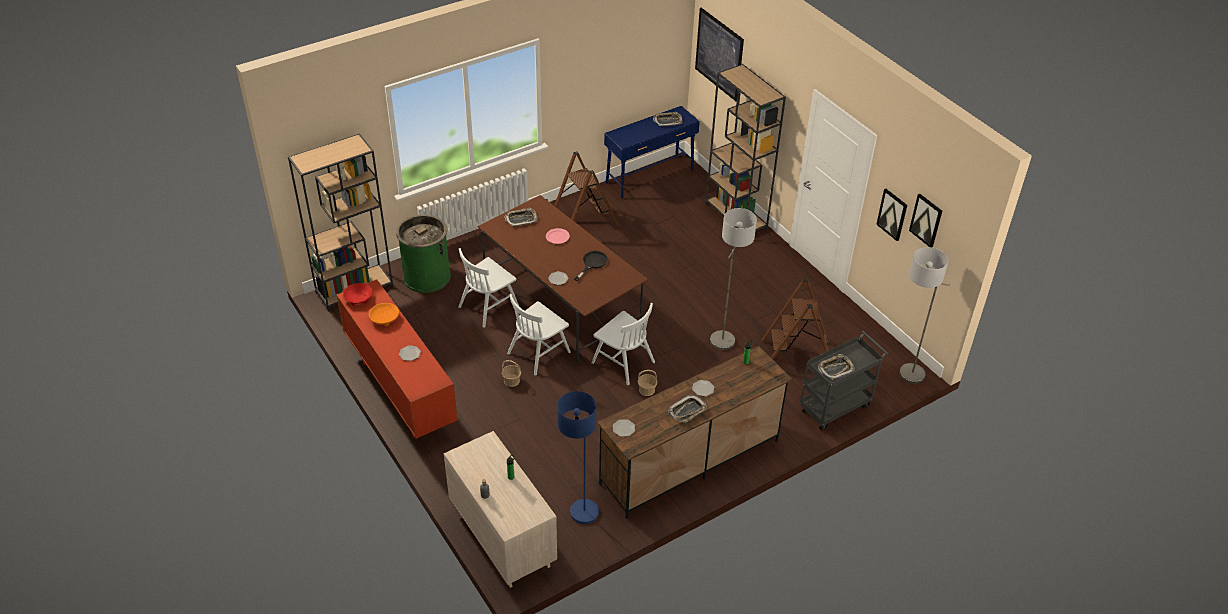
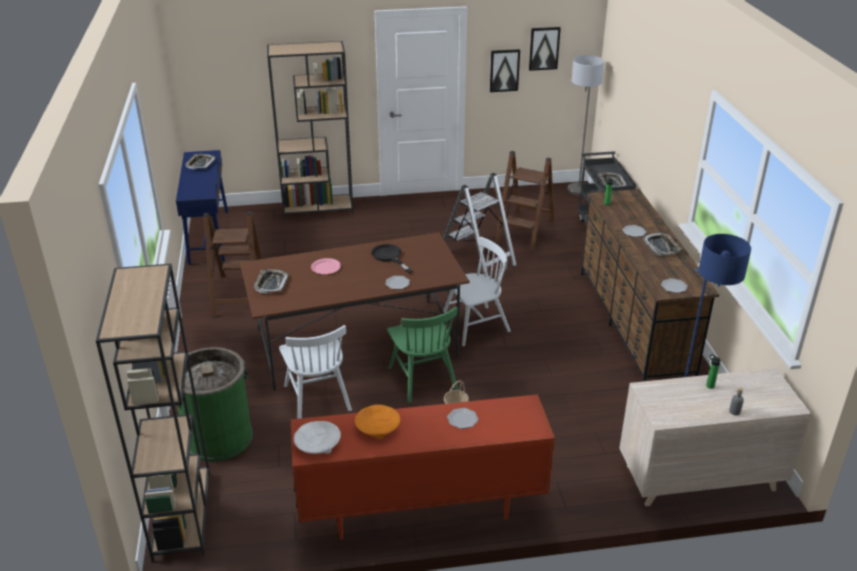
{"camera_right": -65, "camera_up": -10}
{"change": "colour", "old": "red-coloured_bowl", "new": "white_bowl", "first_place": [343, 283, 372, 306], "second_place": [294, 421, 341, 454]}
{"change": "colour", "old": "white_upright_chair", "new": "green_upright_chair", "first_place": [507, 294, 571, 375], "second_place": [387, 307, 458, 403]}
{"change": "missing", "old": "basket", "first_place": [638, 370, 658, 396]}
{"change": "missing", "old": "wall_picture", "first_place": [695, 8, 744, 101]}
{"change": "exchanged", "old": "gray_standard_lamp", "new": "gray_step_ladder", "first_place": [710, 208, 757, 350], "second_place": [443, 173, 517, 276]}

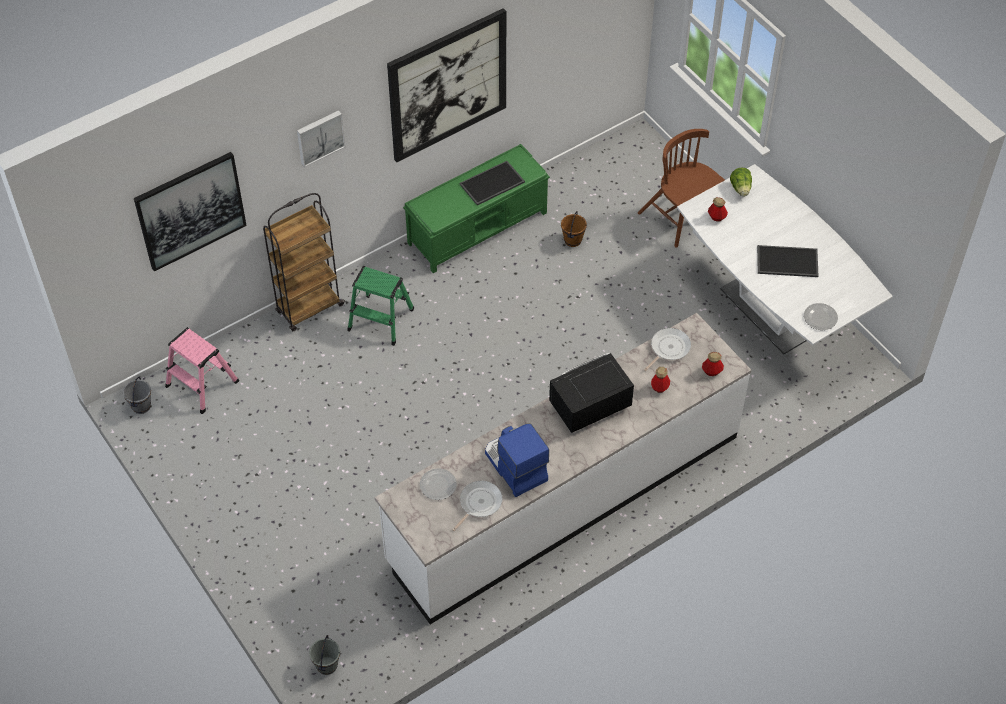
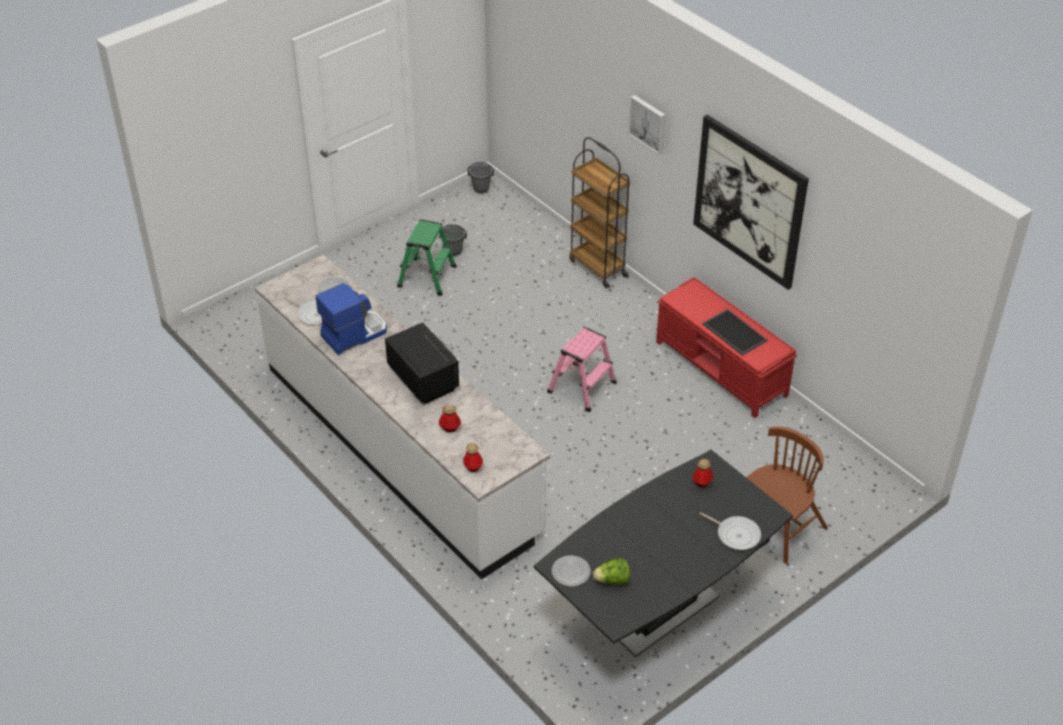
{"camera_right": 85, "camera_up": -10}
{"change": "missing", "old": "wall_picture", "first_place": [134, 152, 247, 272]}
{"change": "relocated", "old": "pink_step_ladder", "first_place": [165, 327, 239, 414], "second_place": [547, 326, 617, 412]}
{"change": "relocated", "old": "gray_bucket", "first_place": [309, 635, 340, 675], "second_place": [439, 225, 467, 257]}
{"change": "relocated", "old": "green_step_ladder", "first_place": [347, 266, 414, 346], "second_place": [397, 219, 457, 296]}
{"change": "colour", "old": "green_indoor_bench", "new": "red-coloured_indoor_bench", "first_place": [403, 144, 550, 273], "second_place": [656, 277, 797, 418]}
{"change": "missing", "old": "brown-coloured_bucket", "first_place": [561, 211, 587, 247]}
{"change": "relocated", "old": "skillet", "first_place": [644, 328, 691, 371], "second_place": [700, 512, 761, 550]}
{"change": "colour", "old": "white_dining_table", "new": "black_dining_table", "first_place": [677, 164, 893, 354], "second_place": [534, 450, 793, 657]}
{"change": "relocated", "old": "lettuce", "first_place": [730, 168, 752, 197], "second_place": [593, 558, 630, 585]}
{"change": "missing", "old": "tray", "first_place": [757, 245, 819, 277]}

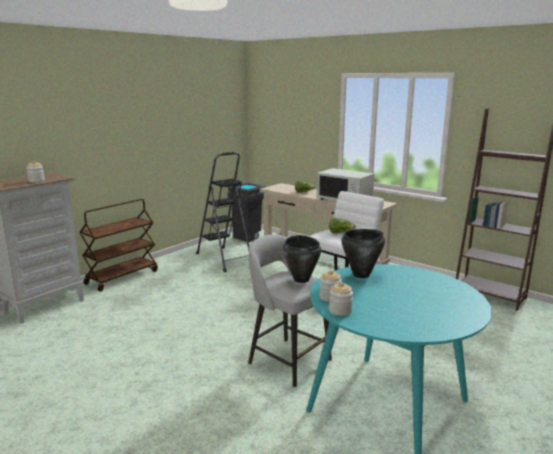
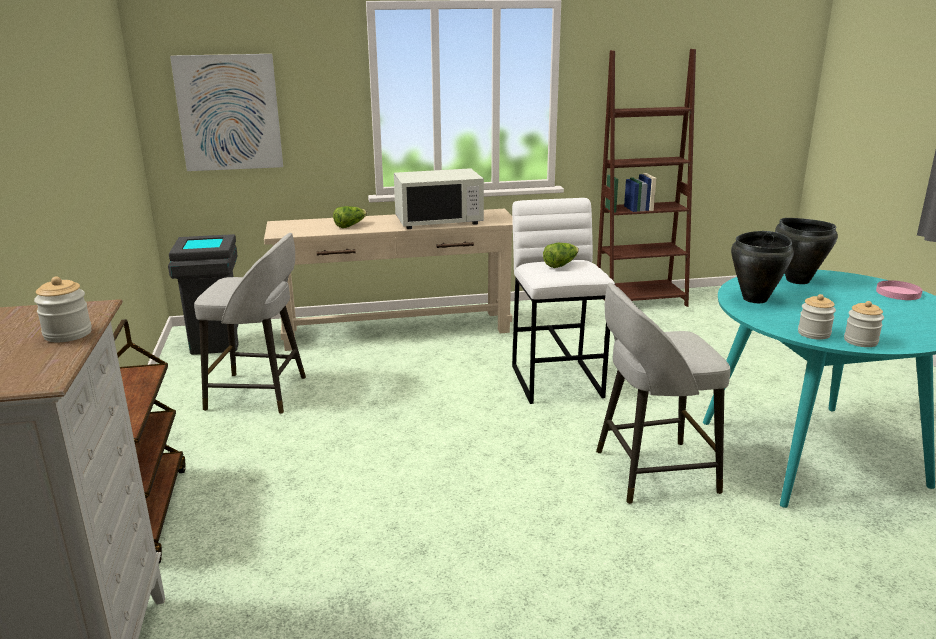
{"camera_right": -50, "camera_up": 5}
{"change": "exchanged", "old": "step_ladder", "new": "gray_sitting_stool", "first_place": [196, 152, 249, 272], "second_place": [194, 233, 306, 414]}
{"change": "relocated", "old": "black_cooking_pot", "first_place": [283, 235, 321, 283], "second_place": [775, 218, 838, 284]}
{"change": "appeared", "new": "wall_picture", "second_place": [170, 54, 283, 171]}
{"change": "appeared", "new": "pink_plate", "second_place": [876, 280, 923, 300]}

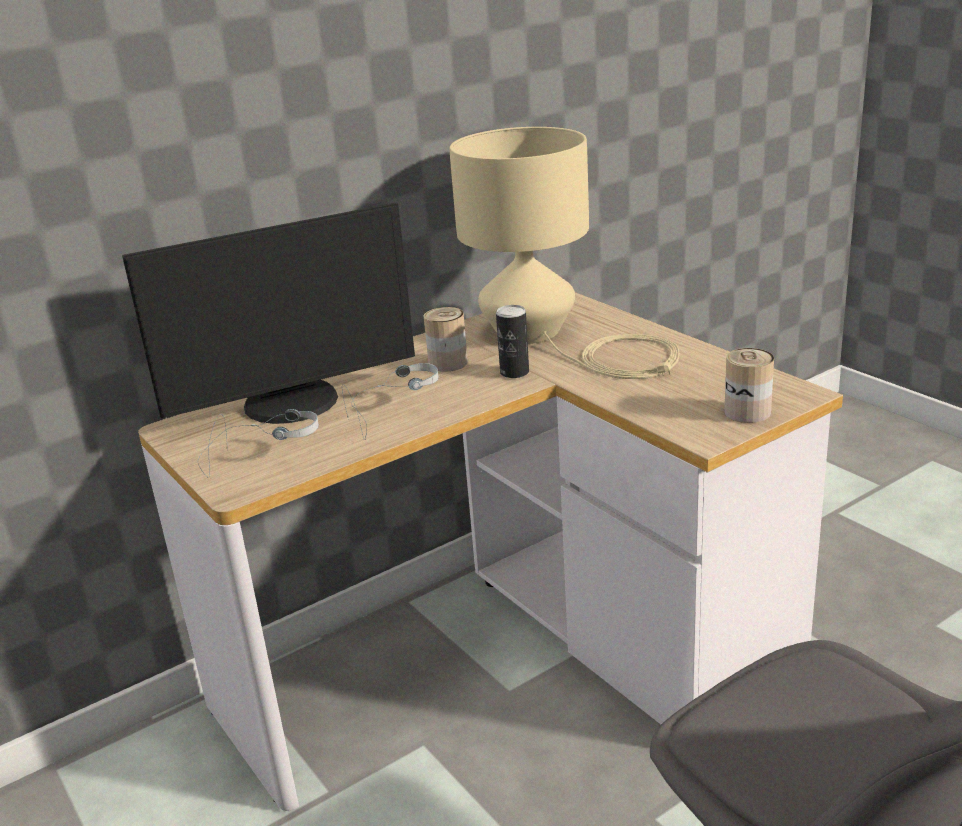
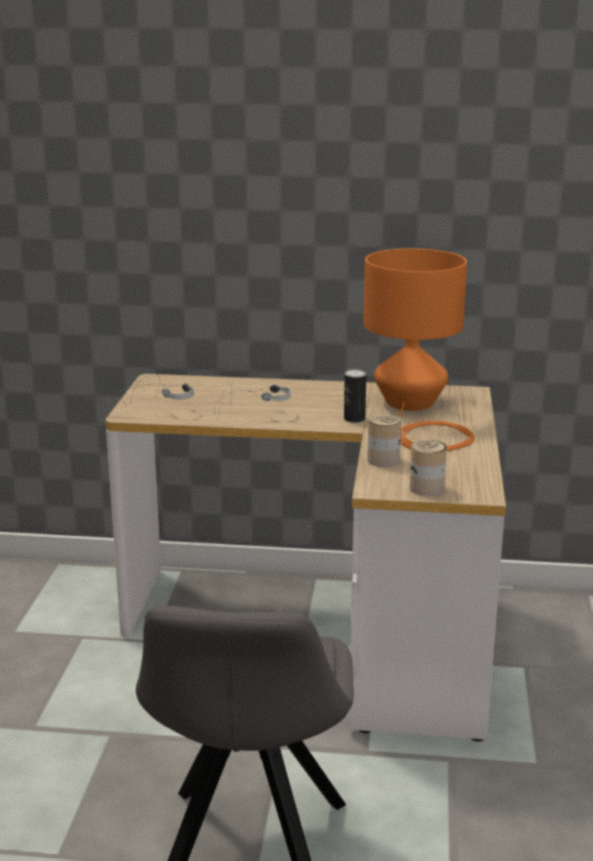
{"camera_right": 40, "camera_up": -5}
{"change": "missing", "old": "monitor", "first_place": [122, 203, 415, 424]}
{"change": "relocated", "old": "sealed_can", "first_place": [424, 307, 468, 372], "second_place": [367, 414, 401, 467]}
{"change": "colour", "old": "beige_tabletop_lamp", "new": "orangey_tabletop_lamp", "first_place": [449, 127, 679, 379], "second_place": [363, 248, 475, 451]}

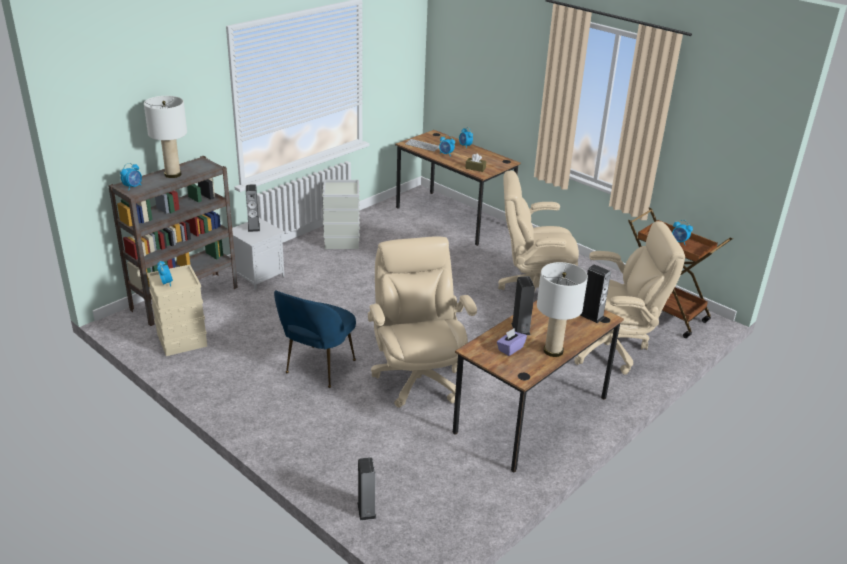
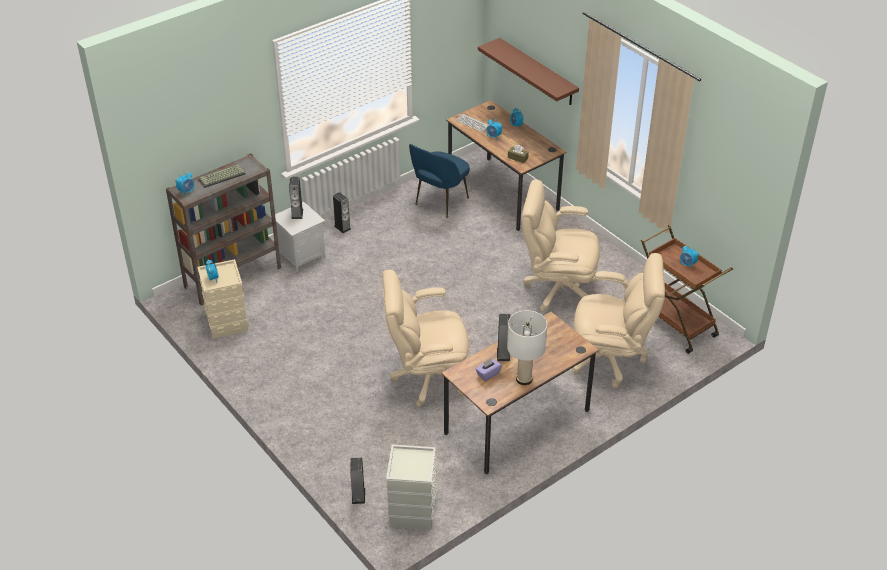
{"camera_right": 10, "camera_up": 10}
{"change": "exchanged", "old": "white_tabletop_lamp", "new": "keyboard", "first_place": [144, 96, 187, 178], "second_place": [198, 165, 246, 188]}
{"change": "relocated", "old": "blue-coloured_upright_chair", "first_place": [274, 290, 356, 388], "second_place": [409, 144, 470, 218]}
{"change": "relocated", "old": "gray_storage_box", "first_place": [322, 180, 360, 249], "second_place": [386, 444, 436, 530]}
{"change": "spun", "old": "beige_office_chair", "first_place": [368, 236, 477, 408], "second_place": [382, 270, 469, 407], "degrees": -90}
{"change": "relocated", "old": "loudspeaker", "first_place": [580, 264, 611, 323], "second_place": [333, 192, 351, 233]}
{"change": "appeared", "new": "brown-coloured_wall_shelf", "second_place": [478, 38, 579, 105]}

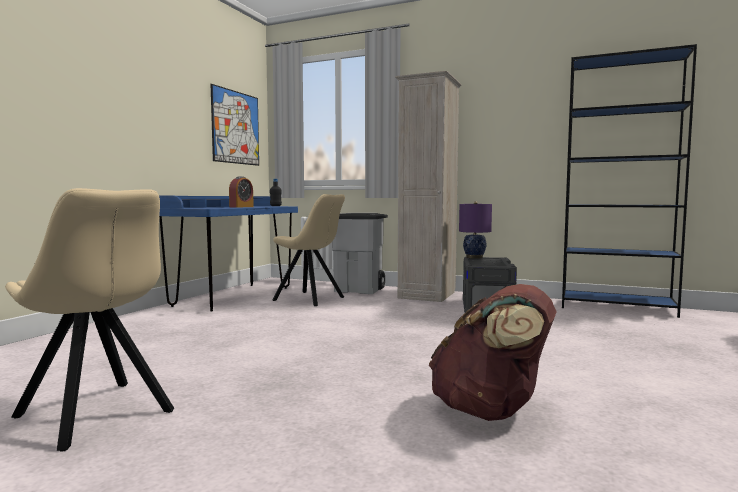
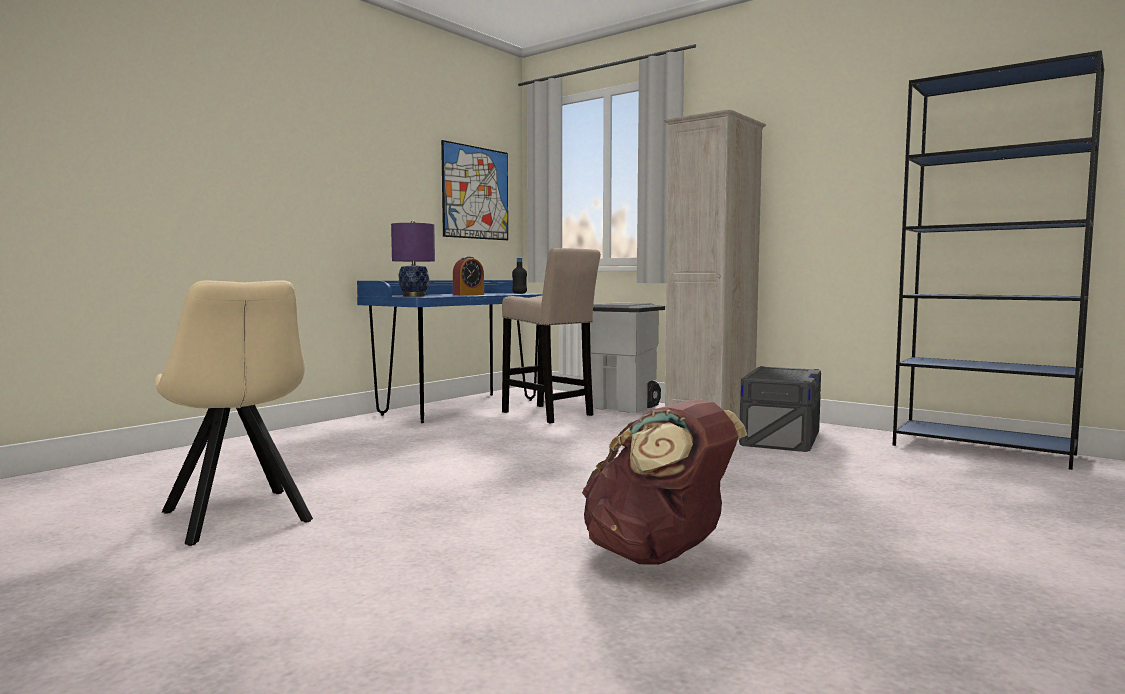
{"camera_right": 15, "camera_up": 0}
{"change": "exchanged", "old": "beige_upright_chair", "new": "beige_sitting_stool", "first_place": [272, 194, 345, 306], "second_place": [502, 248, 601, 424]}
{"change": "relocated", "old": "purple-coloured_tabletop_lamp", "first_place": [459, 201, 492, 259], "second_place": [391, 221, 435, 297]}

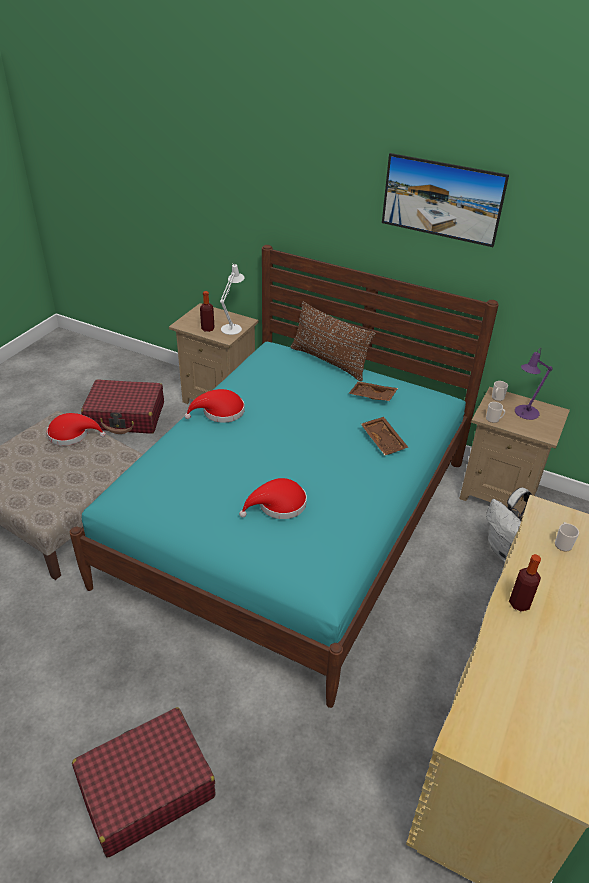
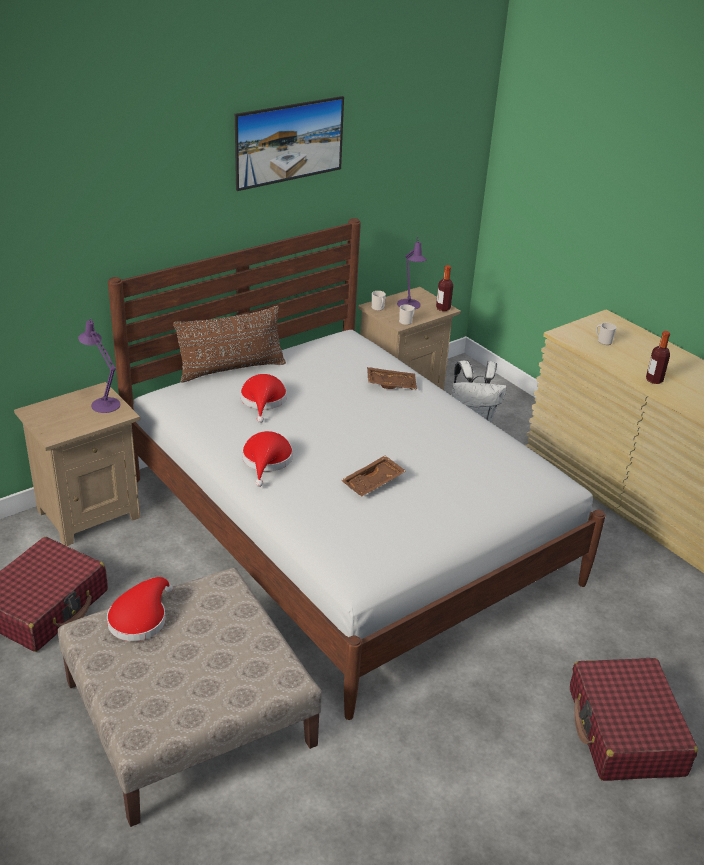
{"camera_right": -65, "camera_up": -5}
{"change": "colour", "old": "turquoise_bed", "new": "white_bed", "first_place": [70, 245, 499, 708], "second_place": [108, 218, 606, 720]}
{"change": "relocated", "old": "drink_bottle", "first_place": [200, 291, 215, 332], "second_place": [436, 265, 453, 311]}
{"change": "colour", "old": "white_tabletop_lamp", "new": "purple-coloured_tabletop_lamp", "first_place": [220, 264, 245, 335], "second_place": [78, 318, 121, 413]}
{"change": "relocated", "old": "red-coloured_clothing_hat", "first_place": [239, 478, 307, 519], "second_place": [240, 374, 287, 423]}
{"change": "relocated", "old": "brown-coloured_tray", "first_place": [349, 381, 398, 401], "second_place": [341, 456, 406, 496]}

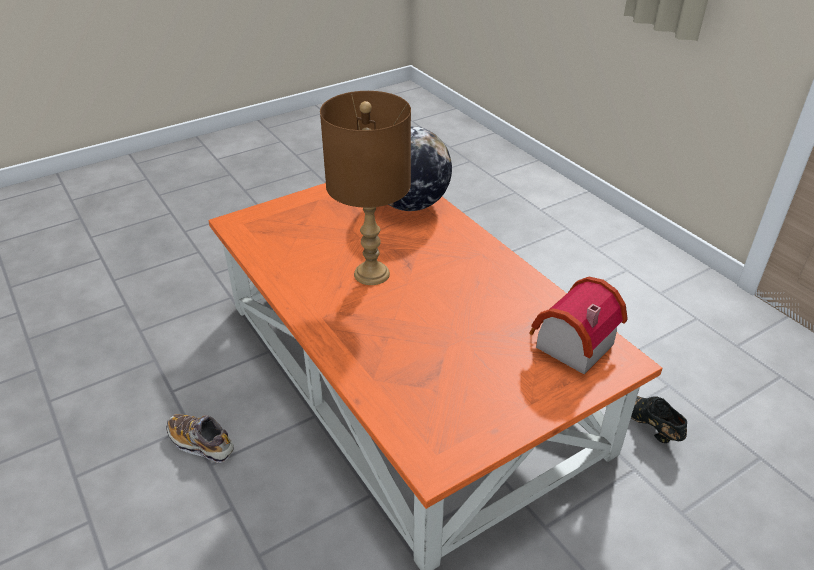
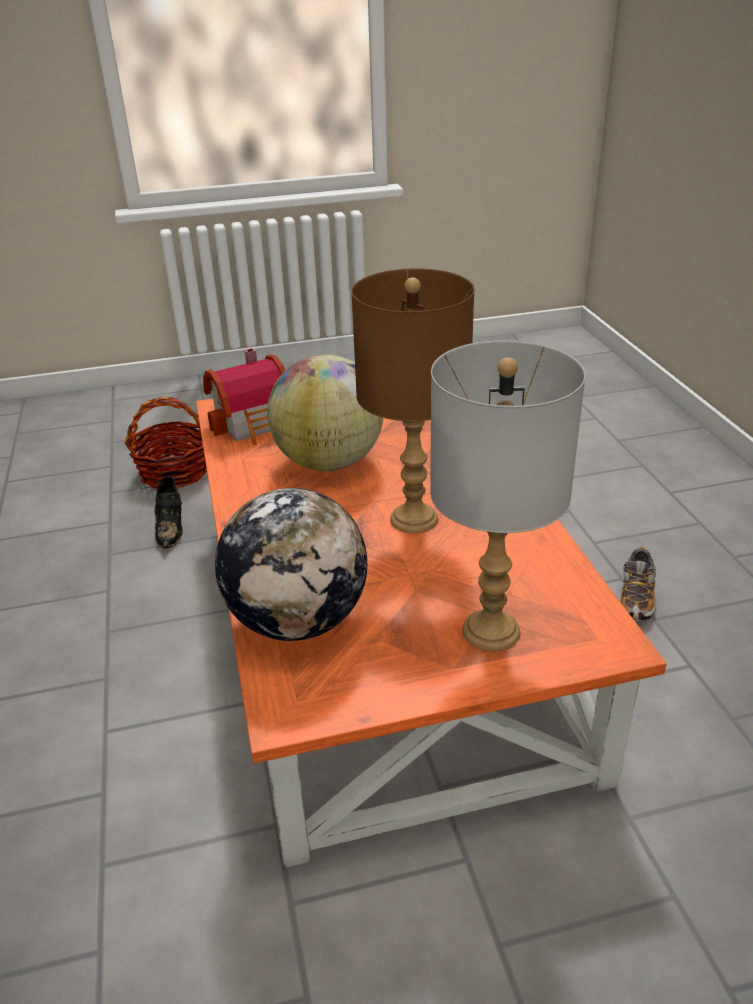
{"camera_right": -160, "camera_up": -5}
{"change": "spun", "old": "item_of_footwear", "first_place": [167, 414, 234, 463], "second_place": [620, 547, 656, 621], "degrees": 60}
{"change": "appeared", "new": "basket", "second_place": [124, 397, 207, 489]}
{"change": "appeared", "new": "world_globe", "second_place": [267, 355, 383, 471]}
{"change": "appeared", "new": "gray_tabletop_lamp", "second_place": [430, 340, 586, 651]}

